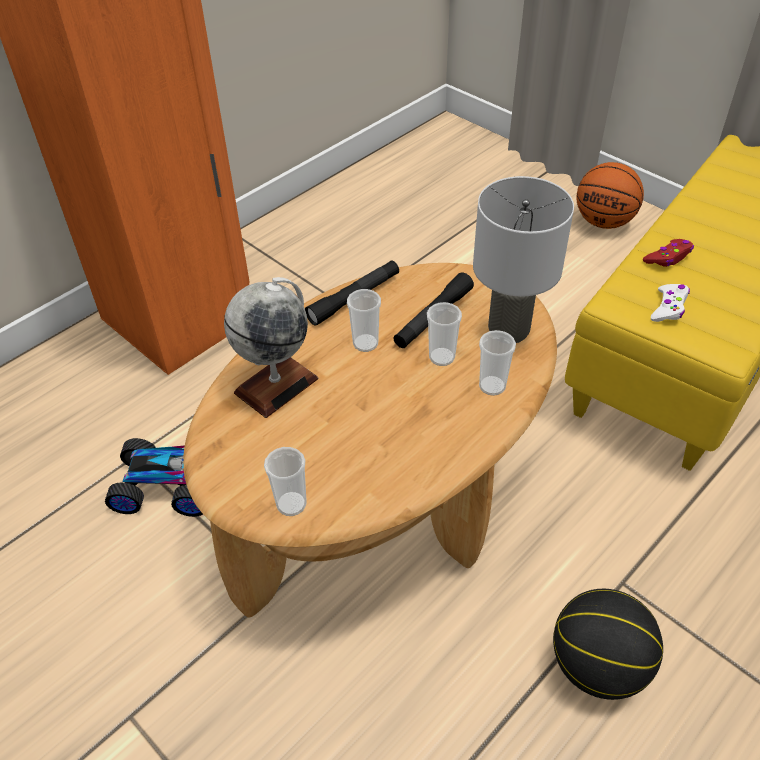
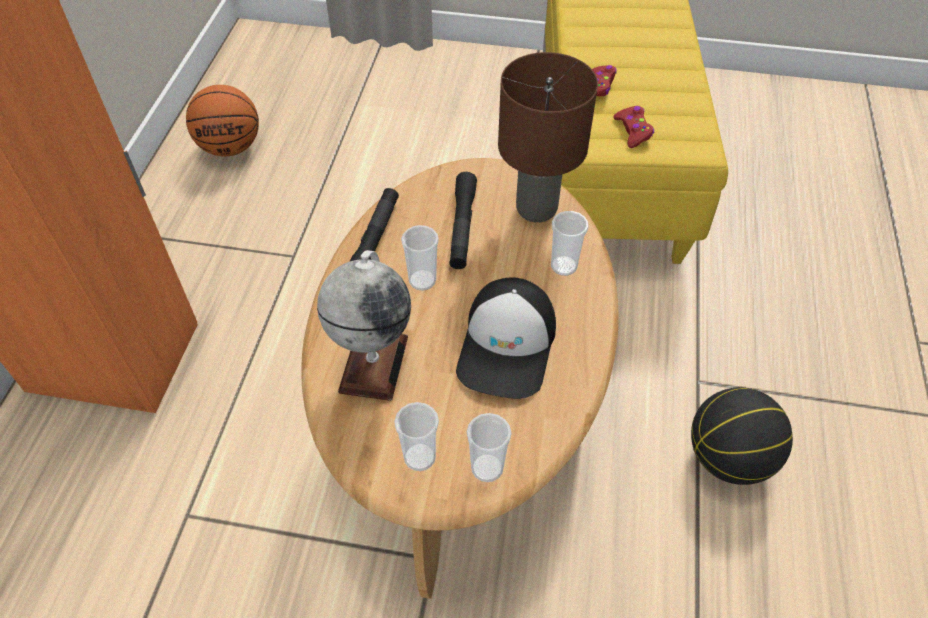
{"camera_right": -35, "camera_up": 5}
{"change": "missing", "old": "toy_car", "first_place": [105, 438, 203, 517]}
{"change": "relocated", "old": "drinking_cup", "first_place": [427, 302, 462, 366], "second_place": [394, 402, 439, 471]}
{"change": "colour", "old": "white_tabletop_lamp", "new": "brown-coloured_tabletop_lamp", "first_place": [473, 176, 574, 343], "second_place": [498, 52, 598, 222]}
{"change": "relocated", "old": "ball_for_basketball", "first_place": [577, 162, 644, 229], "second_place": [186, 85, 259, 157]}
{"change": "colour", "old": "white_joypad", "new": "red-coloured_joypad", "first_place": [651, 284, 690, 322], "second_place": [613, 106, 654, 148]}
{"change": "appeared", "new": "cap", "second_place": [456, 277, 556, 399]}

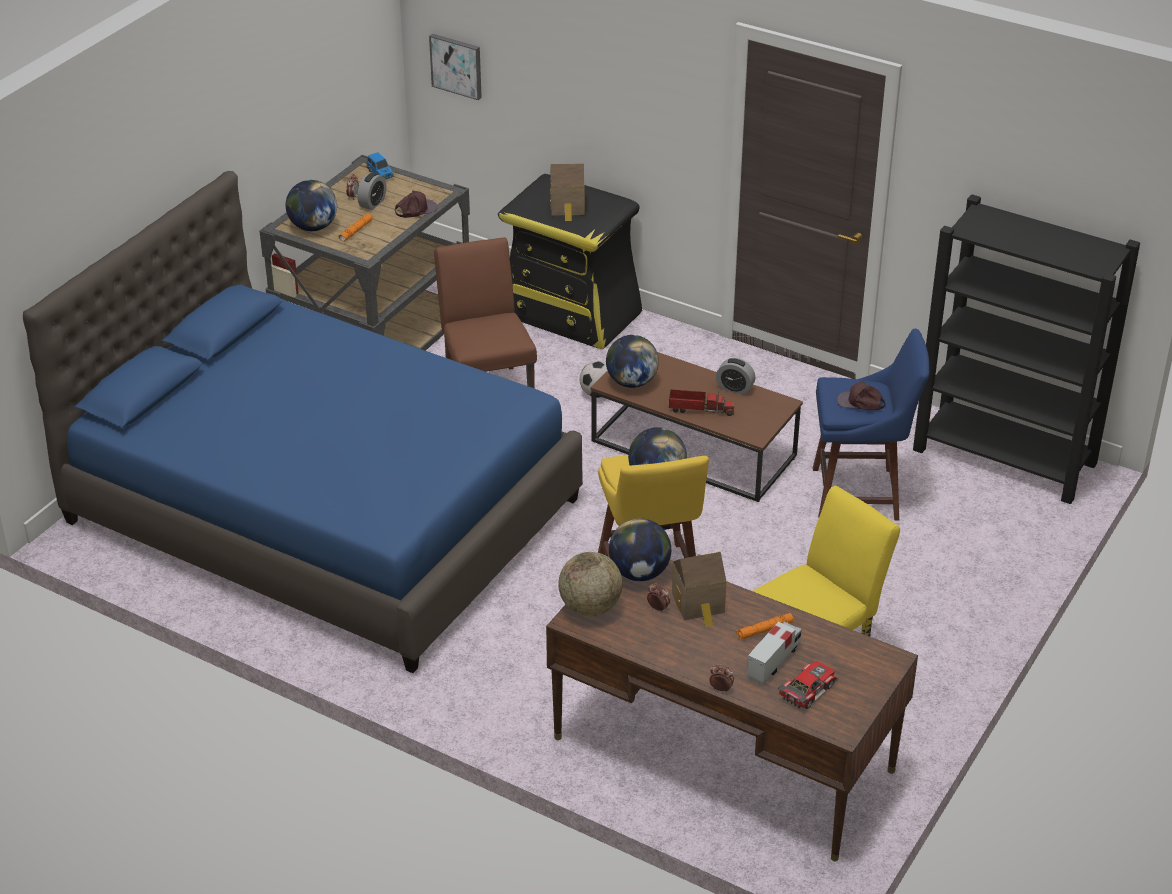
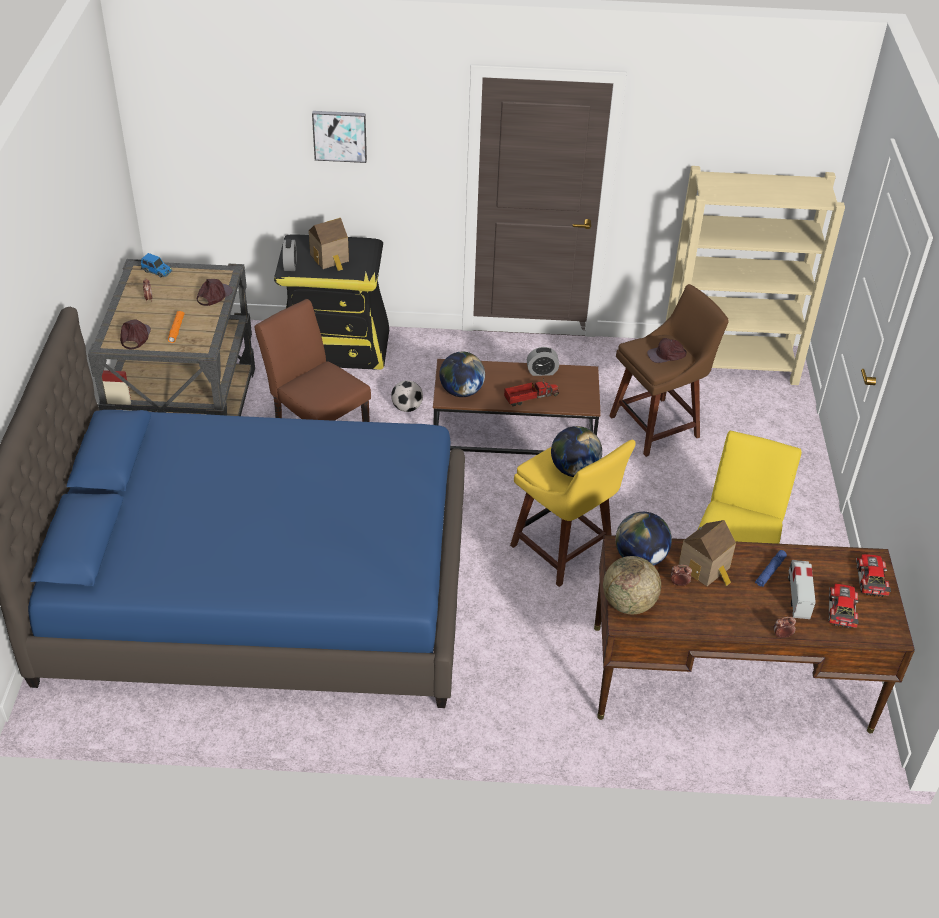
{"camera_right": -30, "camera_up": 5}
{"change": "exchanged", "old": "world_globe", "new": "brown-coloured_cap", "first_place": [286, 180, 337, 231], "second_place": [120, 319, 151, 350]}
{"change": "relocated", "old": "table_clock", "first_place": [357, 172, 386, 210], "second_place": [283, 239, 297, 271]}
{"change": "relocated", "old": "wall_picture", "first_place": [429, 34, 482, 100], "second_place": [312, 111, 367, 163]}
{"change": "colour", "old": "orangey_torch", "new": "blue-coloured_torch", "first_place": [736, 613, 794, 640], "second_place": [755, 550, 787, 586]}
{"change": "colour", "old": "blue-coloured_sitting_stool", "new": "brown-coloured_sitting_stool", "first_place": [813, 329, 929, 521], "second_place": [609, 284, 729, 457]}
{"change": "colour", "old": "black_bookcase", "new": "beige_bookcase", "first_place": [913, 195, 1140, 504], "second_place": [666, 166, 845, 385]}
{"change": "appeared", "new": "toy_car", "second_place": [856, 554, 891, 597]}

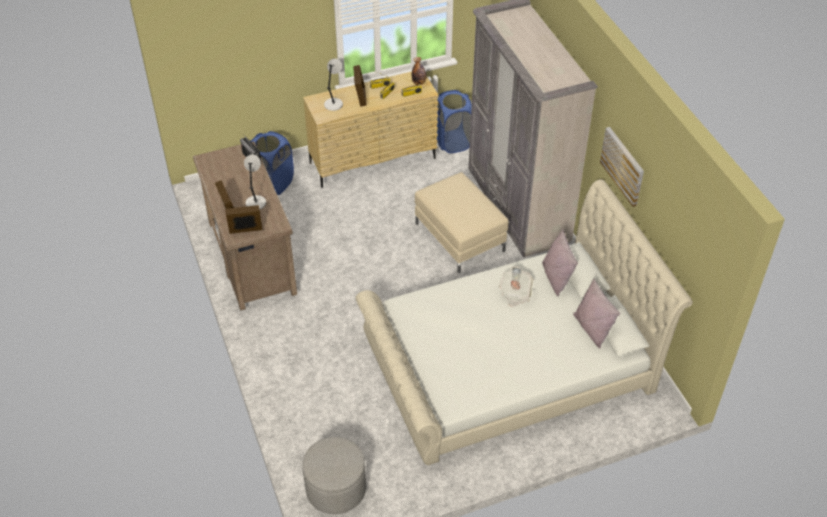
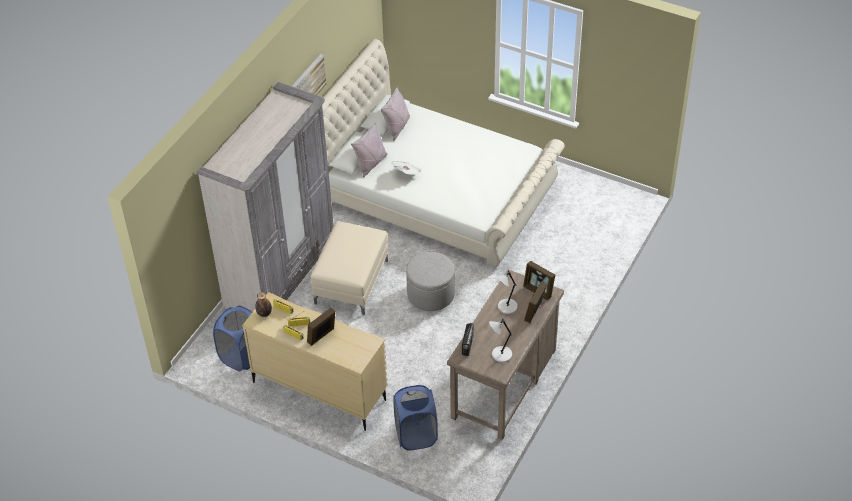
{"camera_right": -130, "camera_up": 0}
{"change": "relocated", "old": "gray_footrest", "first_place": [302, 437, 366, 514], "second_place": [406, 252, 455, 311]}
{"change": "relocated", "old": "gray_tabletop_lamp", "first_place": [324, 58, 343, 111], "second_place": [489, 319, 512, 362]}

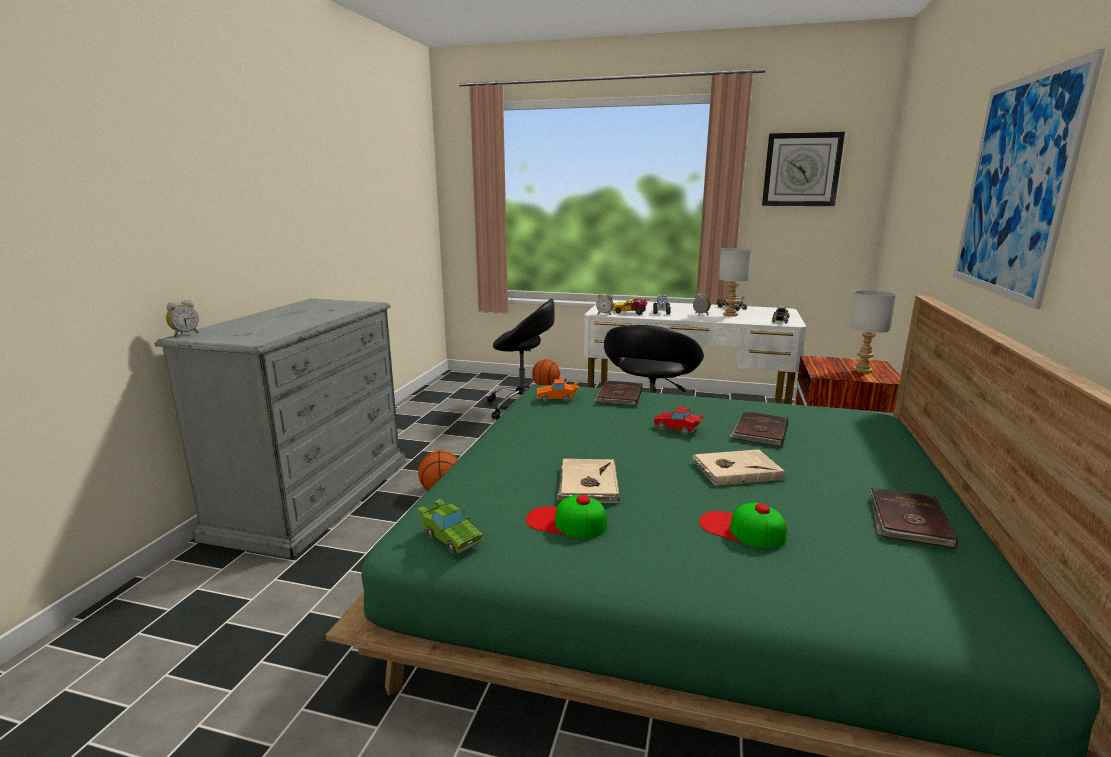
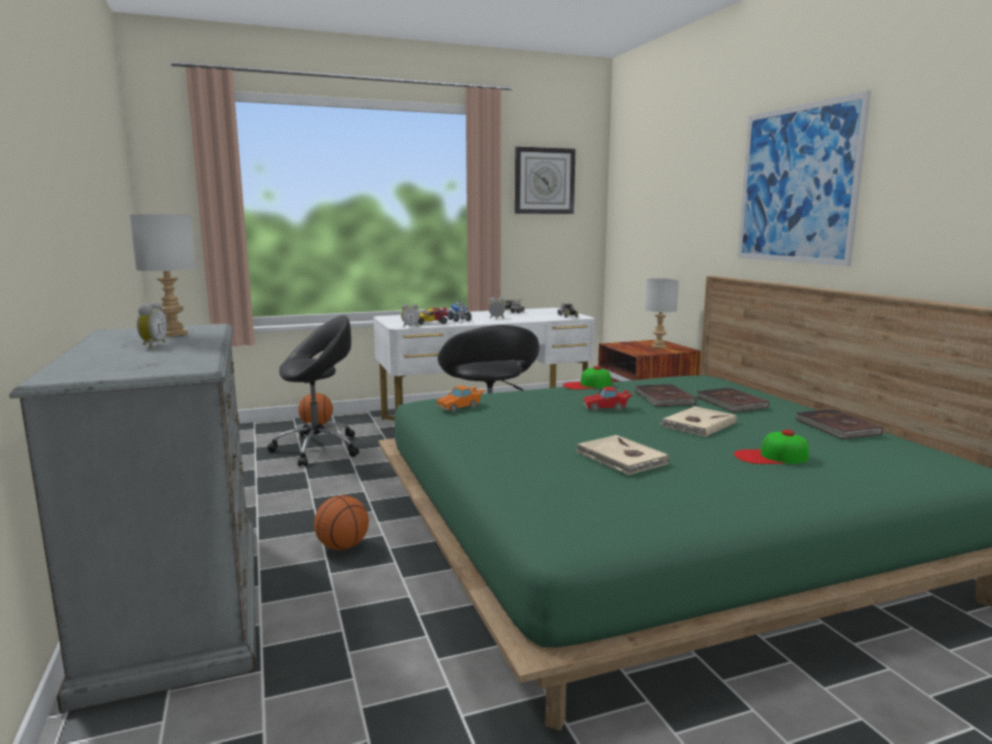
{"camera_right": -35, "camera_up": -5}
{"change": "relocated", "old": "table_clock", "first_place": [166, 300, 199, 337], "second_place": [137, 302, 168, 348]}
{"change": "missing", "old": "green_toy_car", "first_place": [418, 499, 483, 554]}
{"change": "relocated", "old": "cap", "first_place": [526, 495, 607, 538], "second_place": [563, 366, 611, 389]}
{"change": "relocated", "old": "brown-coloured_bound_book", "first_place": [594, 380, 643, 407], "second_place": [696, 387, 769, 412]}
{"change": "relocated", "old": "gray_tabletop_lamp", "first_place": [718, 248, 752, 316], "second_place": [129, 214, 196, 336]}

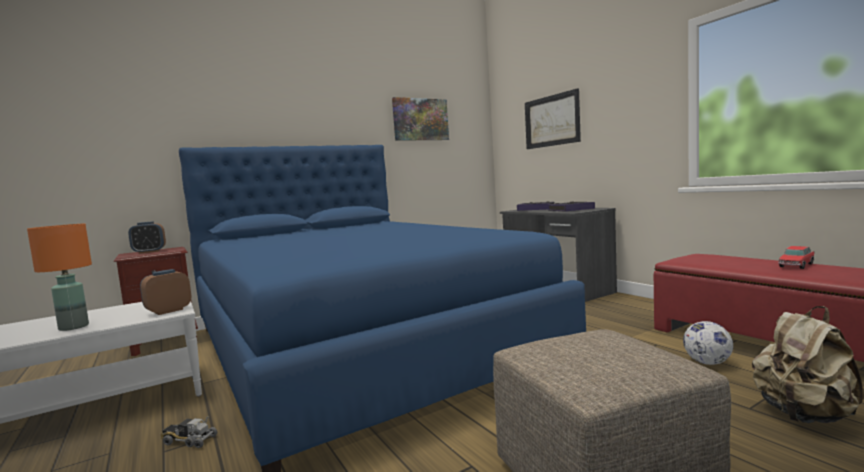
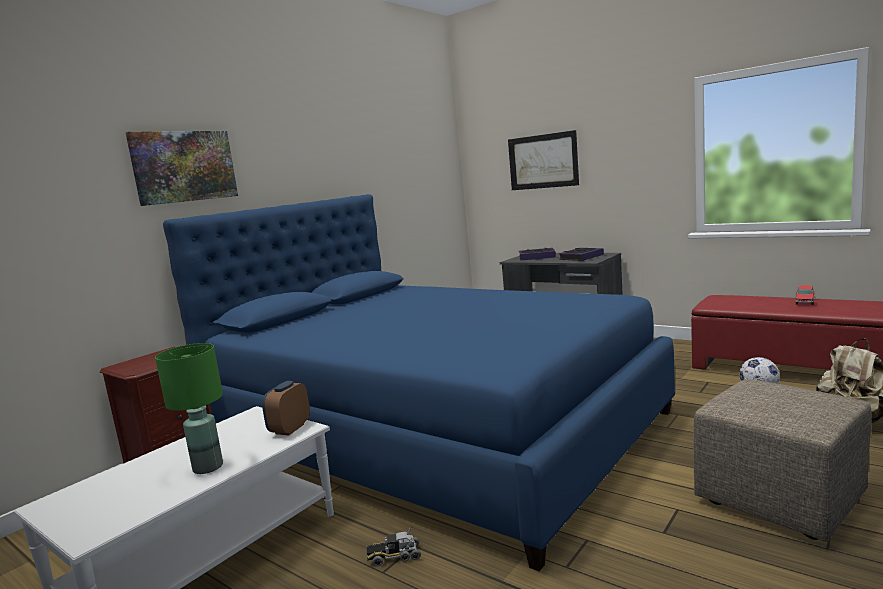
{"camera_right": -20, "camera_up": 5}
{"change": "colour", "old": "orangey_tabletop_lamp", "new": "green_tabletop_lamp", "first_place": [27, 224, 92, 331], "second_place": [155, 343, 223, 474]}
{"change": "missing", "old": "table_clock", "first_place": [128, 221, 166, 254]}
{"change": "relocated", "old": "wall_picture", "first_place": [392, 97, 449, 141], "second_place": [125, 131, 238, 206]}

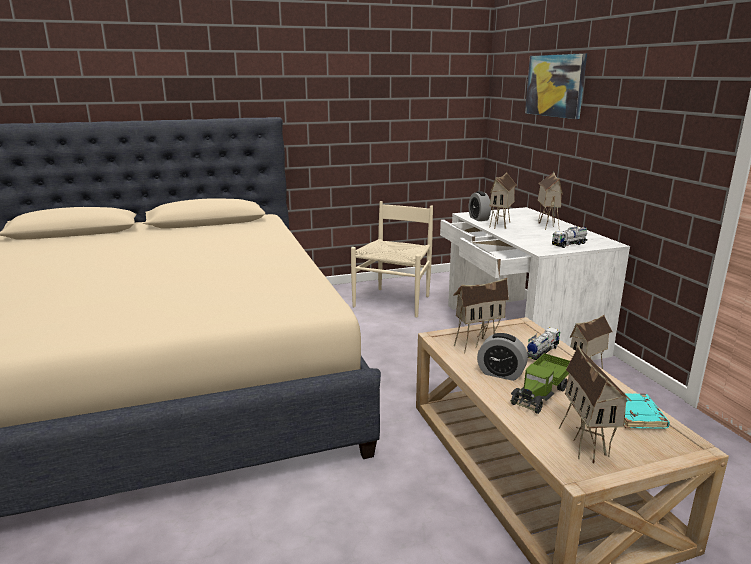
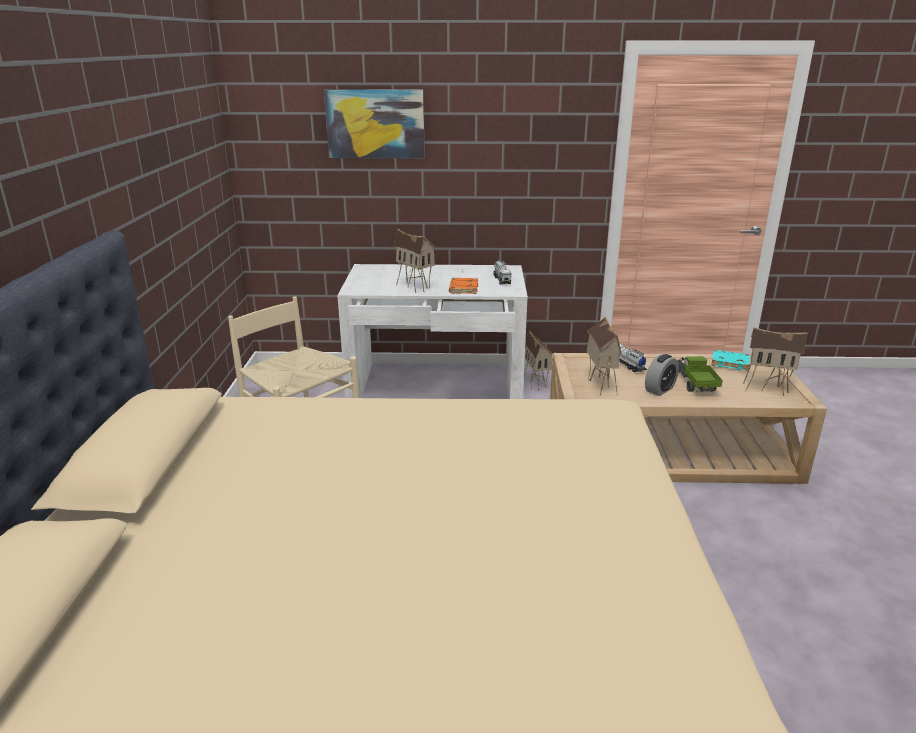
{"camera_right": -70, "camera_up": 5}
{"change": "missing", "old": "table_clock", "first_place": [469, 191, 491, 221]}
{"change": "spun", "old": "toy_lorry", "first_place": [510, 353, 570, 414], "second_place": [677, 356, 723, 392], "degrees": -150}
{"change": "missing", "old": "model_house", "first_place": [538, 172, 563, 230]}
{"change": "appeared", "new": "orangey_bound_book", "second_place": [449, 278, 478, 294]}

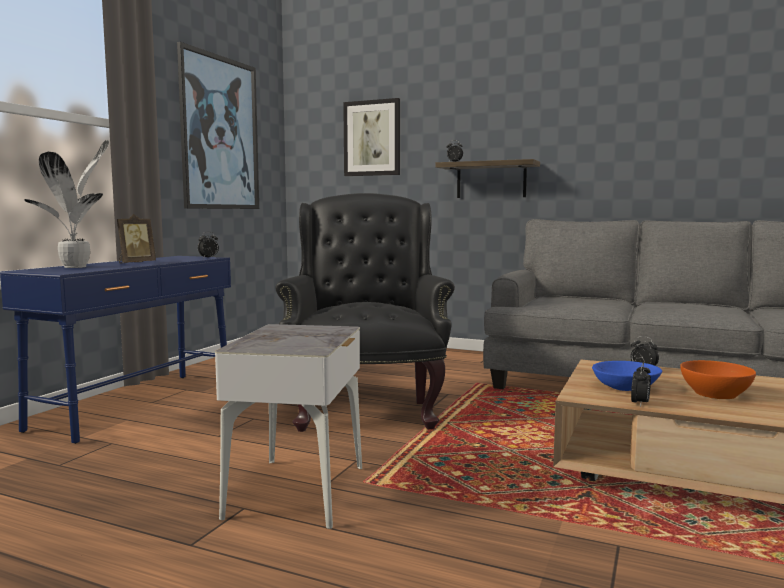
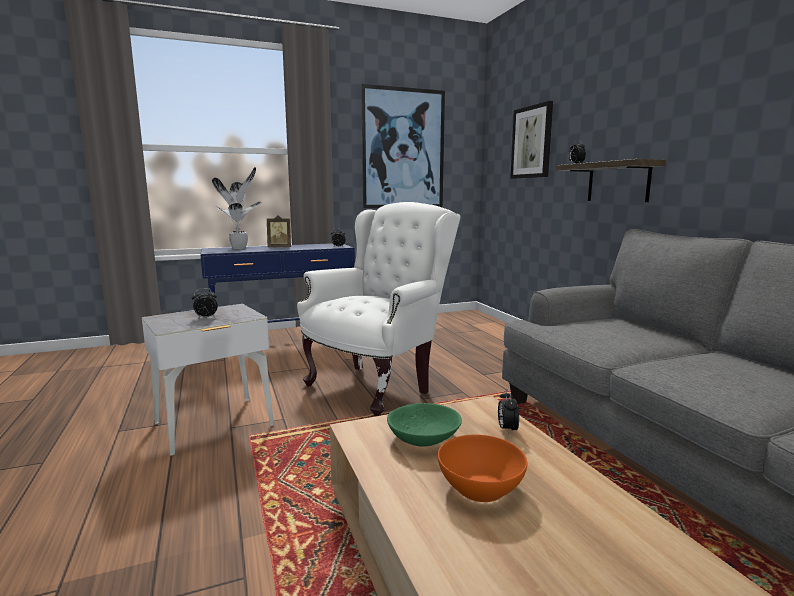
{"camera_right": 45, "camera_up": 5}
{"change": "colour", "old": "black_easy_chair", "new": "white_easy_chair", "first_place": [275, 193, 455, 432], "second_place": [297, 202, 461, 416]}
{"change": "colour", "old": "blue-coloured_bowl", "new": "green_bowl", "first_place": [592, 361, 662, 391], "second_place": [387, 403, 462, 446]}
{"change": "relocated", "old": "table_clock", "first_place": [631, 362, 651, 407], "second_place": [192, 288, 218, 319]}

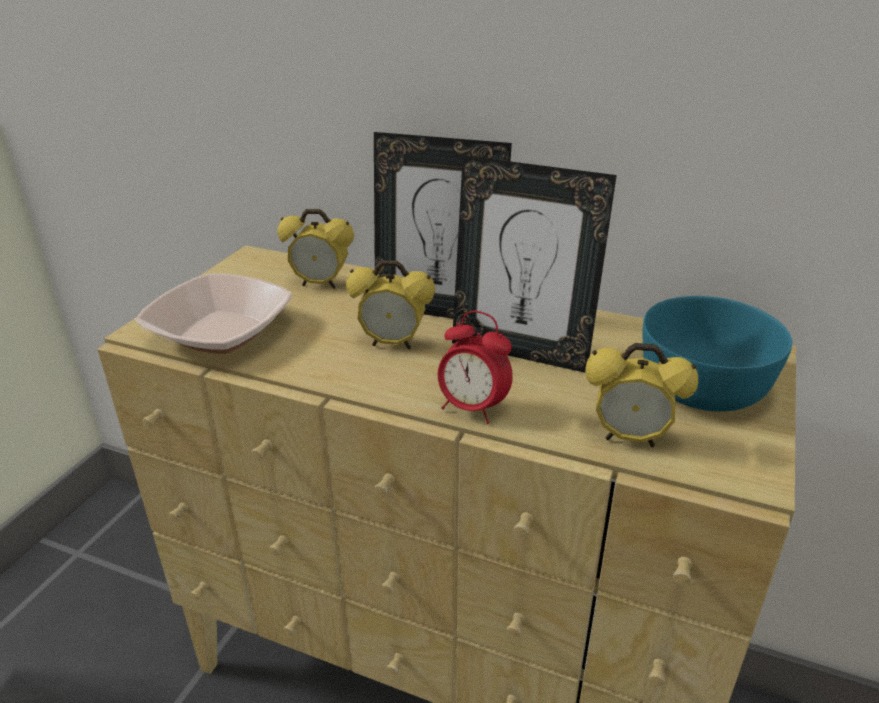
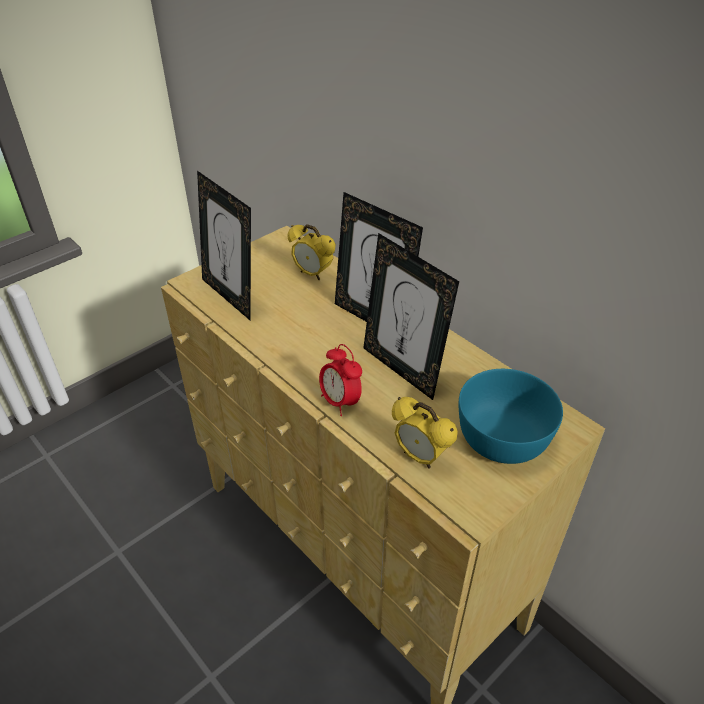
{"camera_right": 25, "camera_up": 10}
{"change": "exchanged", "old": "bowl", "new": "standing_frame", "first_place": [135, 273, 292, 354], "second_place": [197, 171, 251, 320]}
{"change": "missing", "old": "table_clock", "first_place": [346, 260, 435, 349]}

